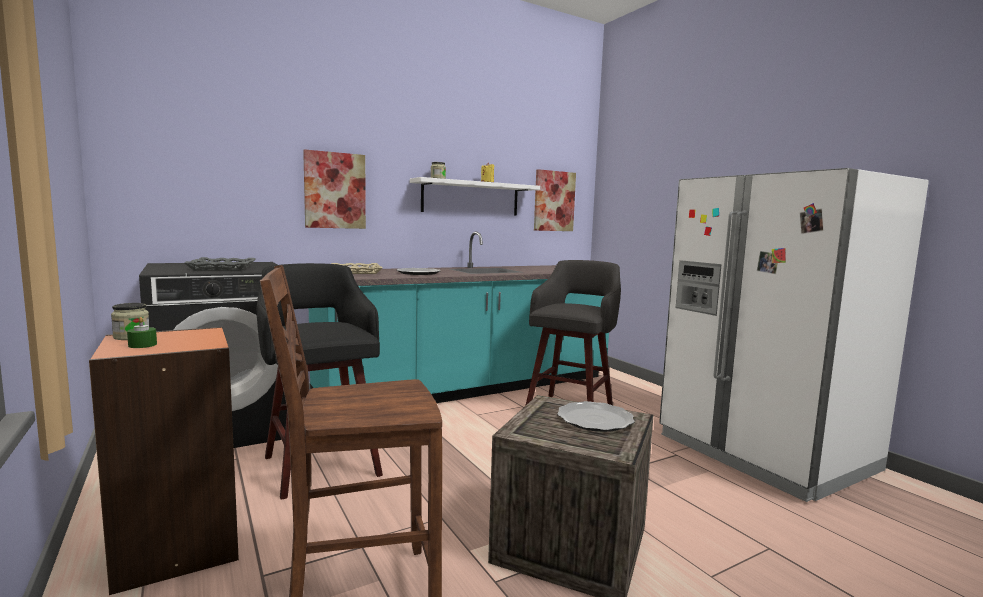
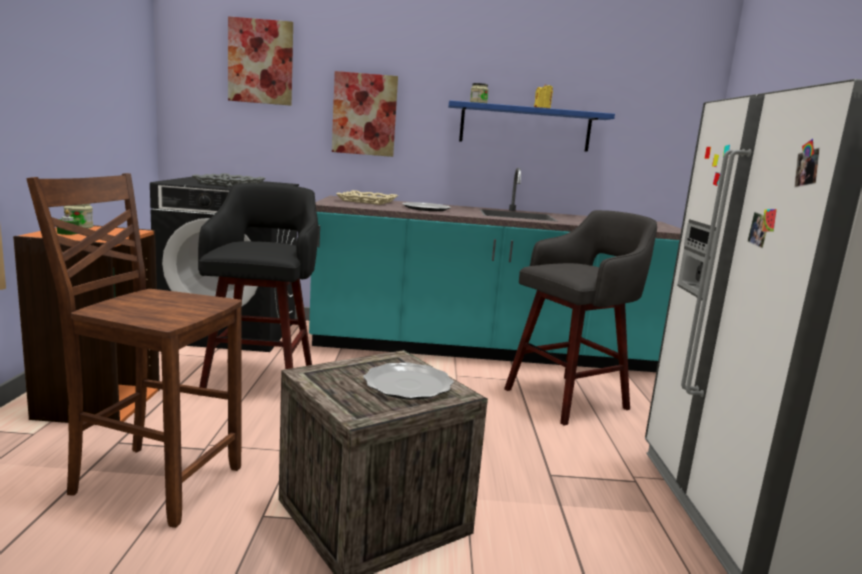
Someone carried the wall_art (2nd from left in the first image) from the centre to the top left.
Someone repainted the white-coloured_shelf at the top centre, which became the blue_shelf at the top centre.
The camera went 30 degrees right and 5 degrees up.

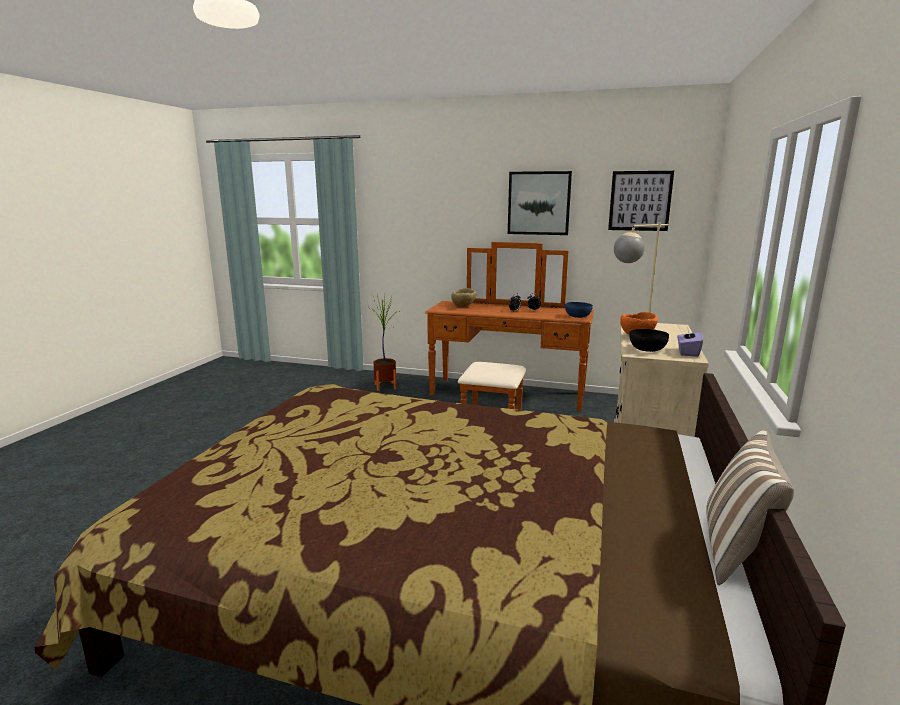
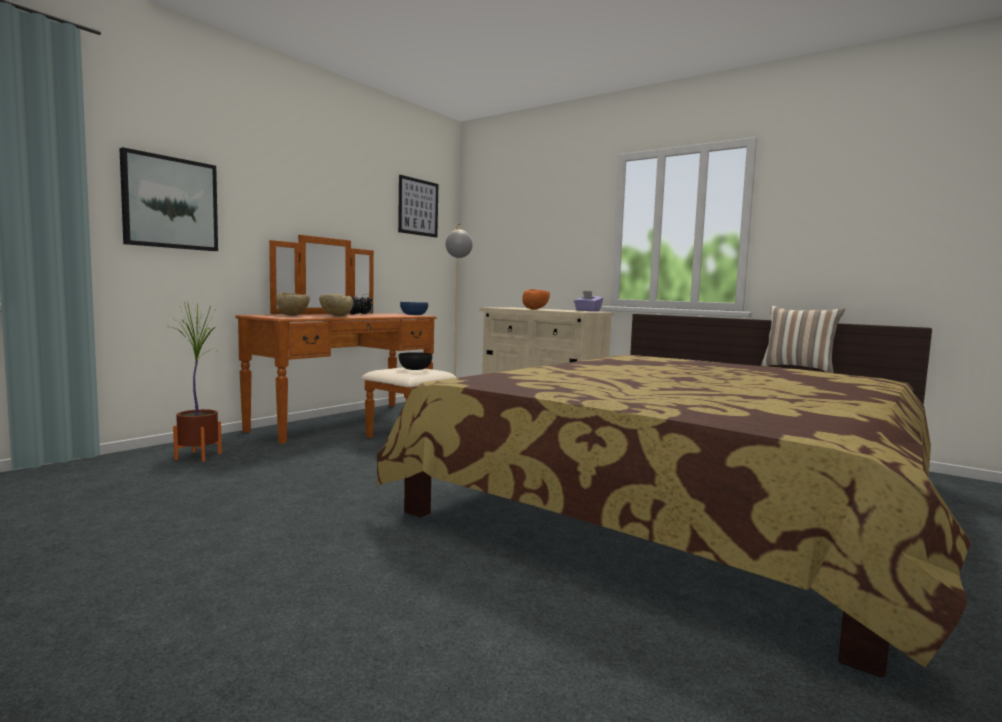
Someone put down the sand-coloured_bowl (2nd from left) at the centre.
Someone carried the wall_art (1st from left) from the top centre to the top left.
Someone carried the black_bowl from the middle right to the centre.
The camera went 70 degrees left and 10 degrees down.

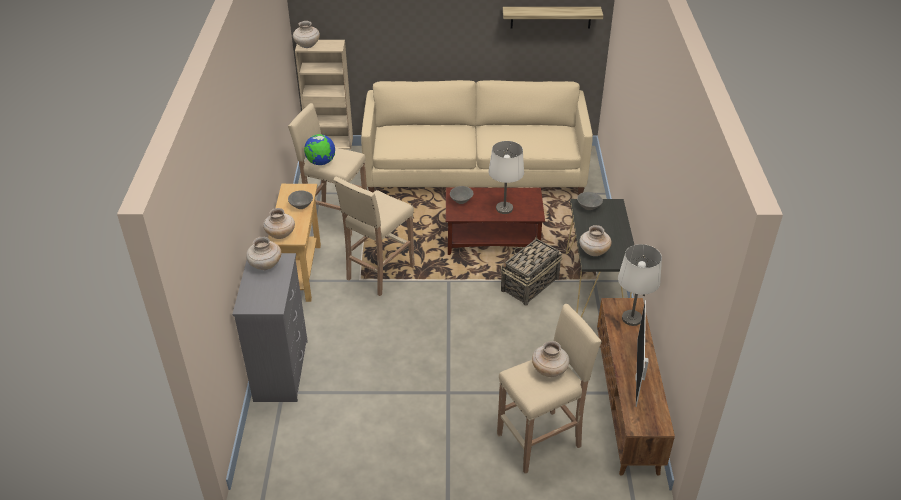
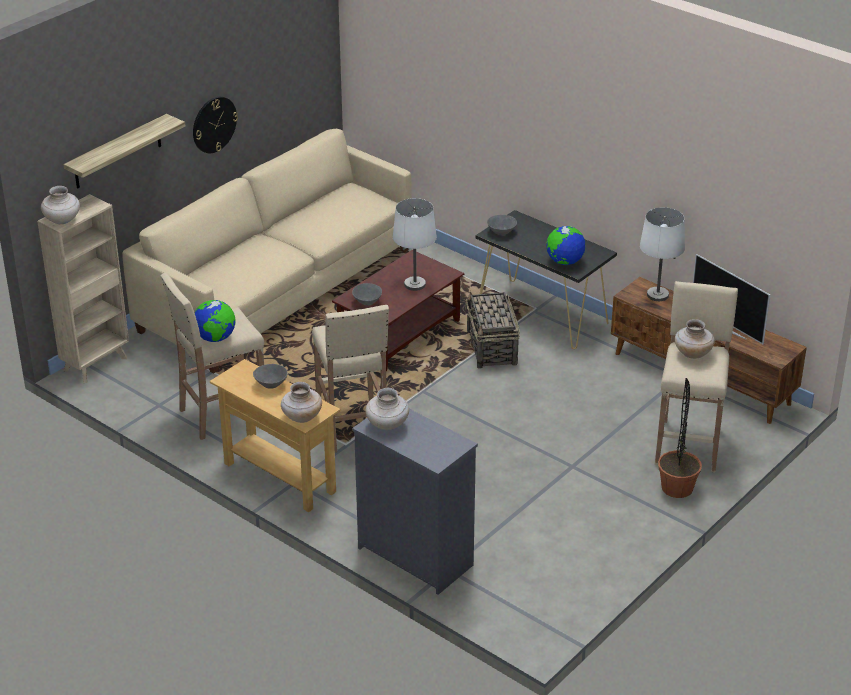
Someone put up the hanging_clock at the top left.
Someone put down the potted_plant at the middle right.
Someone carried the shelf from the top centre to the top left.
Someone swapped the sand-coloured_decorative_vase (5th from left) at the centre for the globe (2nd from left) at the centre.
The camera went 50 degrees left and 5 degrees down.

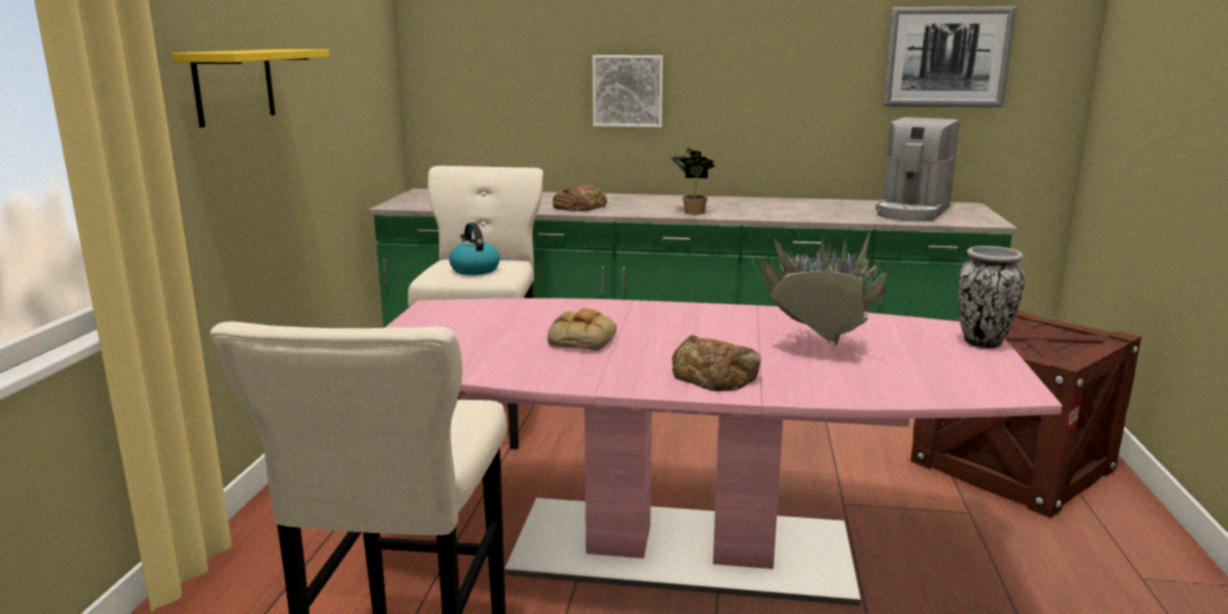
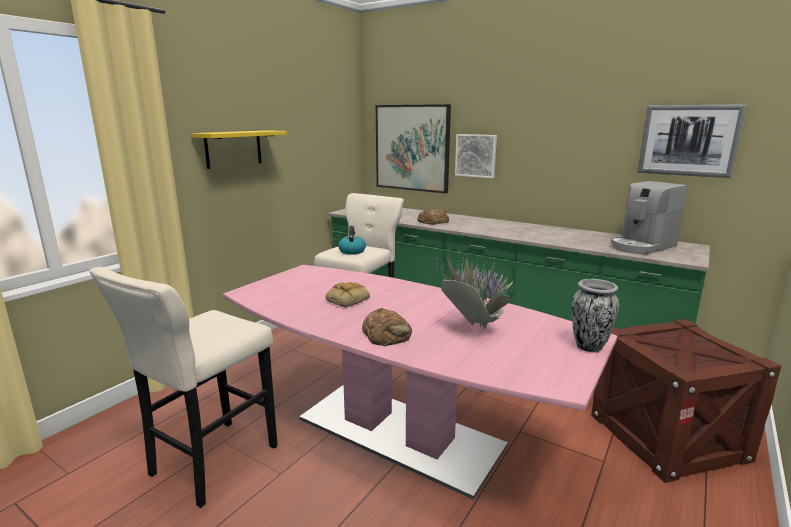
Someone took away the potted_plant (1st from left) at the top centre.
Someone put up the wall_art (1st from left) at the top centre.
The camera went 25 degrees right and 0 degrees up.

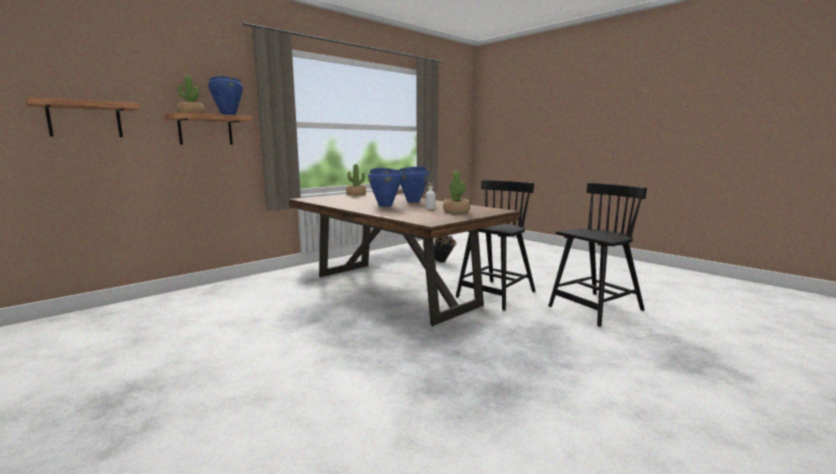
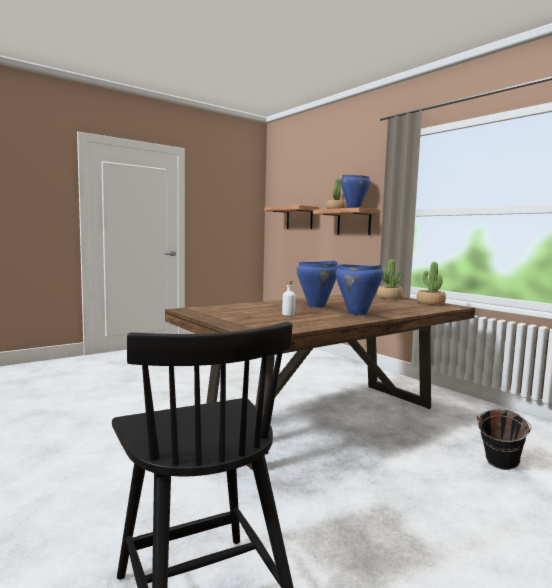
Someone took away the black_plain_chair (1st from left) at the centre.
Someone carried the potted_plant (3rd from left in the first image) from the centre to the middle right.
The camera went 95 degrees right and 5 degrees down.

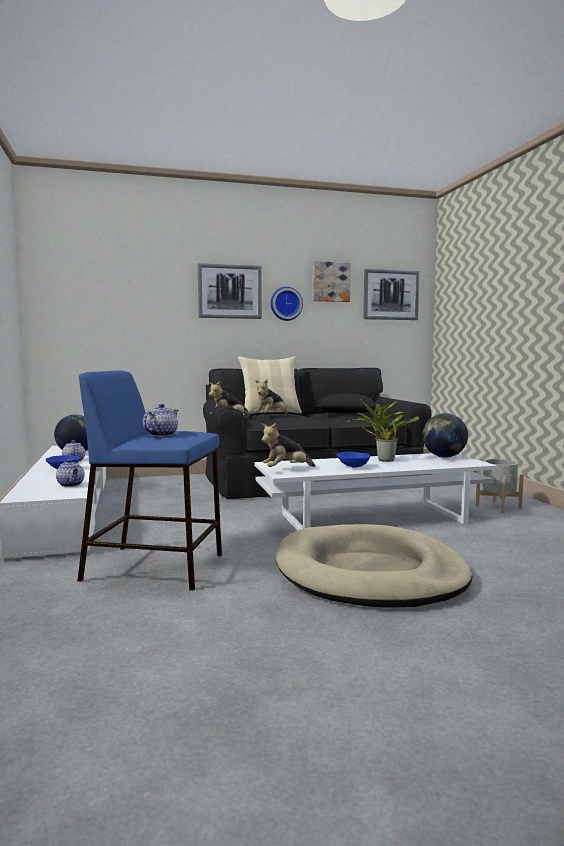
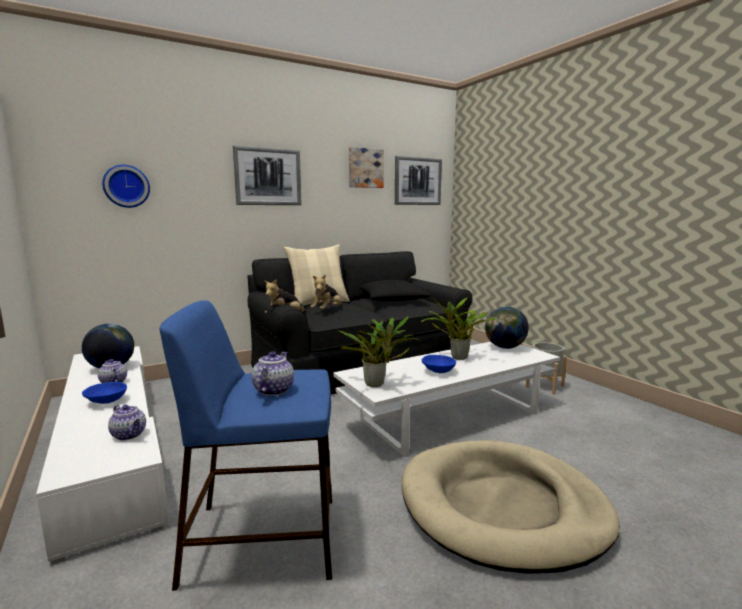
Someone carried the hanging_clock from the centre to the top left.
Someone swapped the soft_toy (3rd from left) at the centre for the potted_plant (1st from left) at the centre.
The camera went 15 degrees left and 5 degrees up.

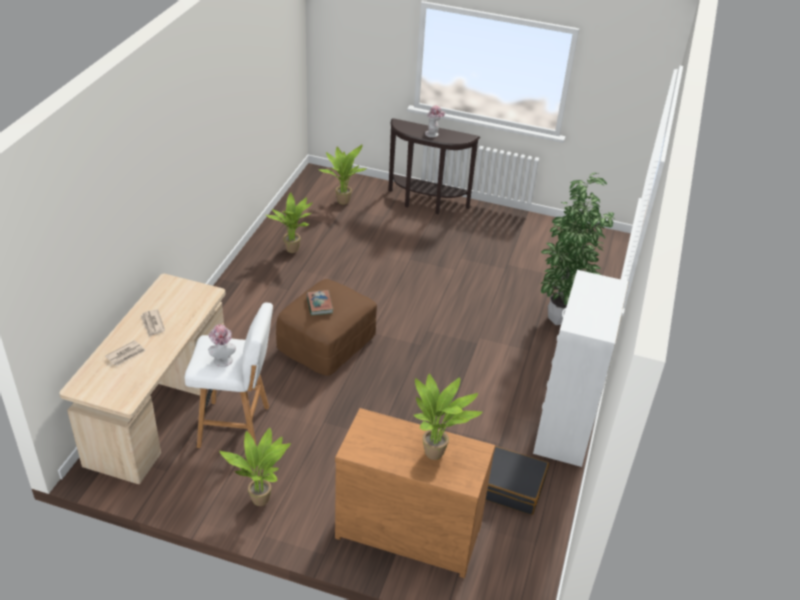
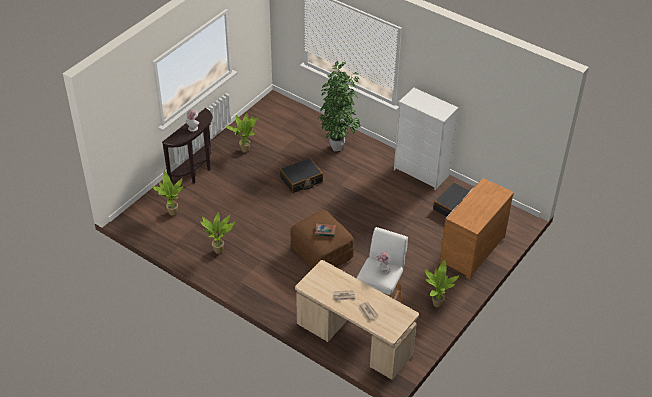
Someone put down the black_travel_case (1st from left) at the centre.
Someone carried the potted_plant (4th from left in the first image) from the bottom centre to the centre.
The camera went 70 degrees left and 5 degrees up.

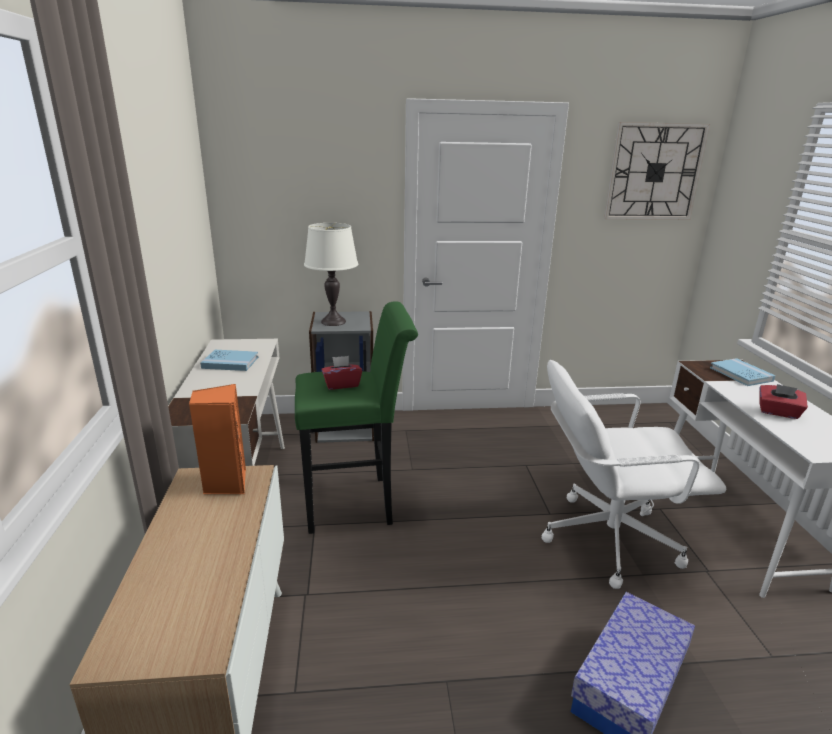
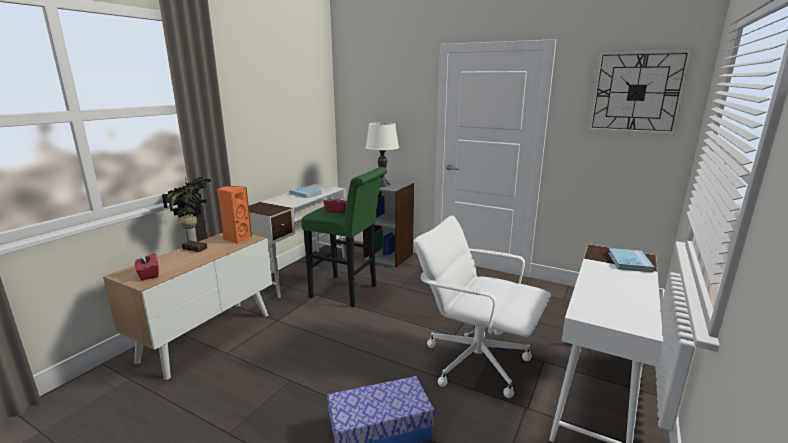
Someone put down the potted_plant at the middle left.
Someone carried the red_box_of_tissues (2nd from left in the first image) from the middle right to the middle left.
The camera went 35 degrees right and 5 degrees down.

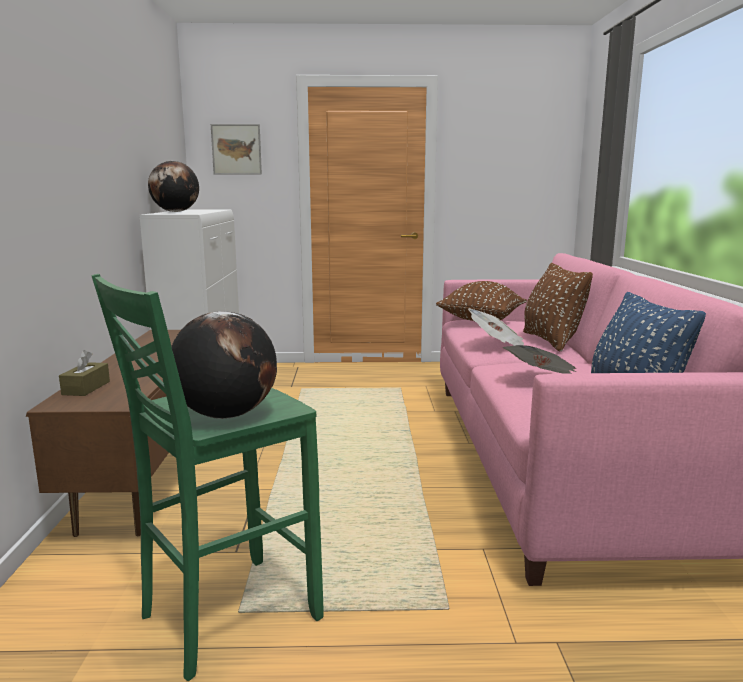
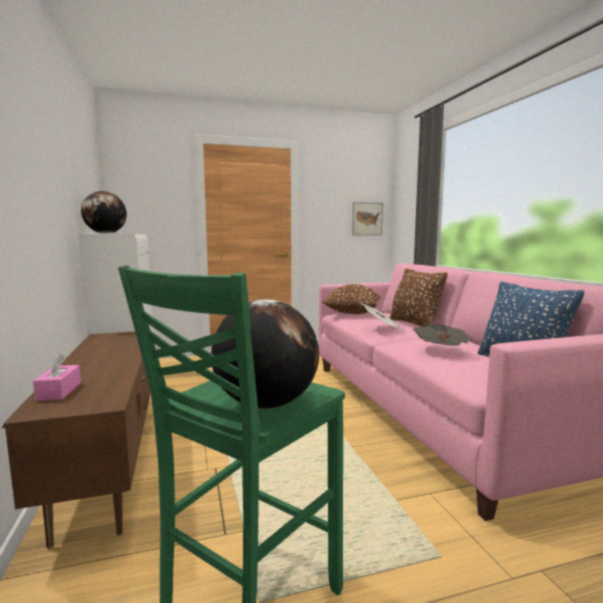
Someone carried the wall_art from the top left to the centre.
Someone repainted the brown-coloured_box_of_tissues at the middle left, which became the pinkish_box_of_tissues at the middle left.
The camera went 15 degrees left and 5 degrees down.

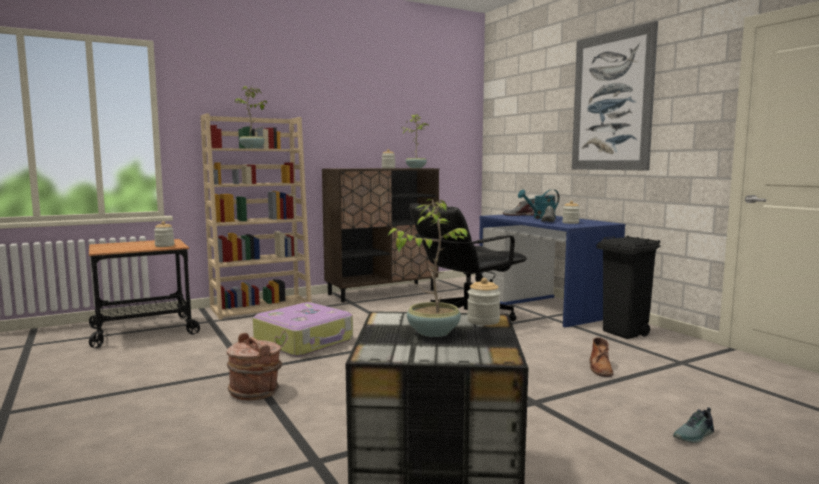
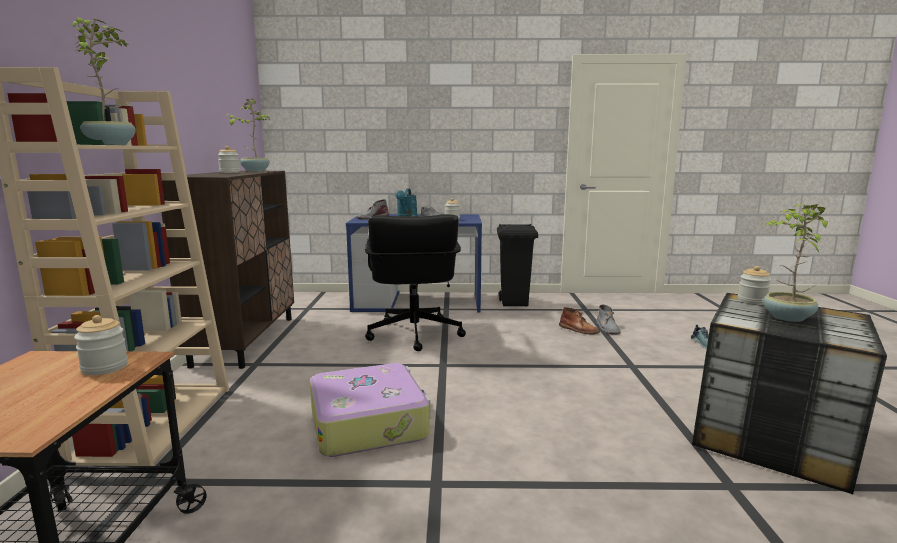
Someone took away the brown-coloured_pail at the bottom left.
Someone took away the wall_art at the top right.
Someone put down the grey_boot (2nd from left) at the middle right.
The camera went 60 degrees left and 5 degrees up.

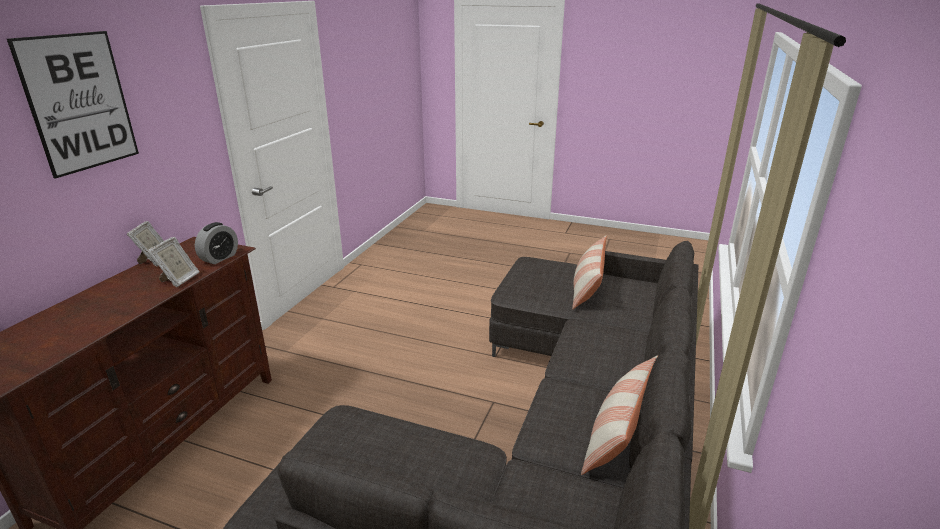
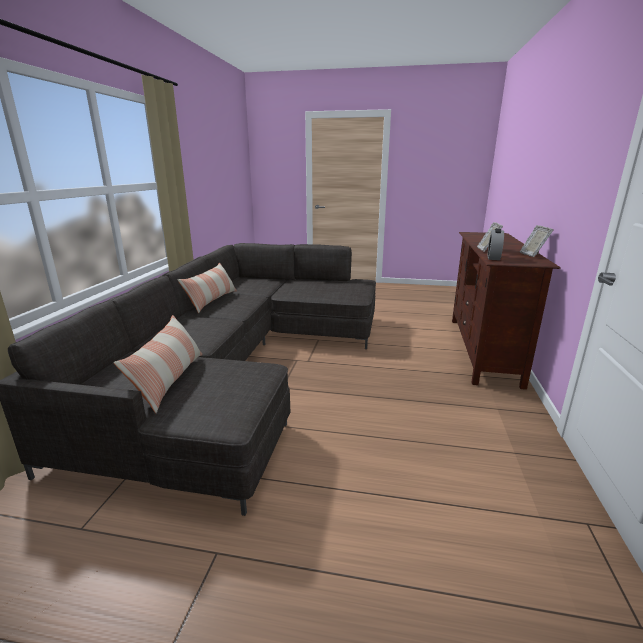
Someone took away the wall_art at the top left.
The camera went 170 degrees right and 5 degrees down.

